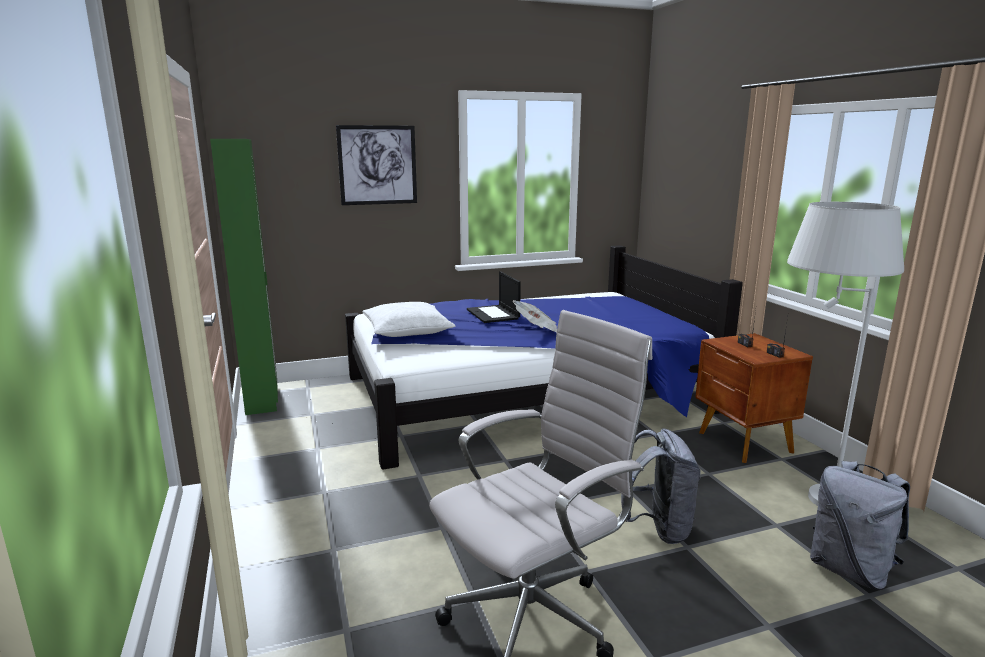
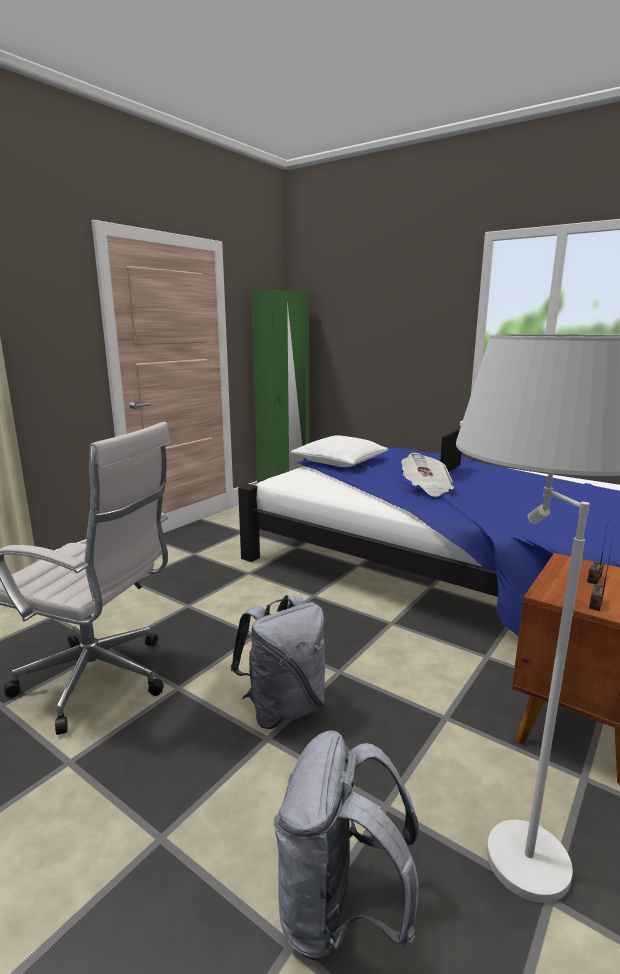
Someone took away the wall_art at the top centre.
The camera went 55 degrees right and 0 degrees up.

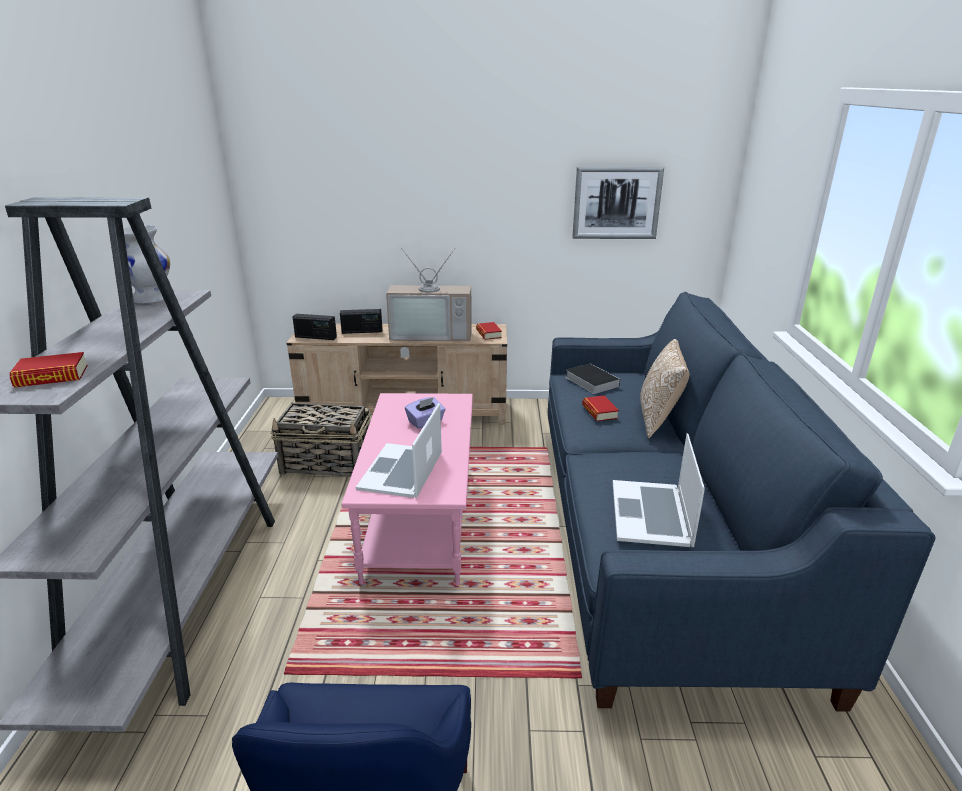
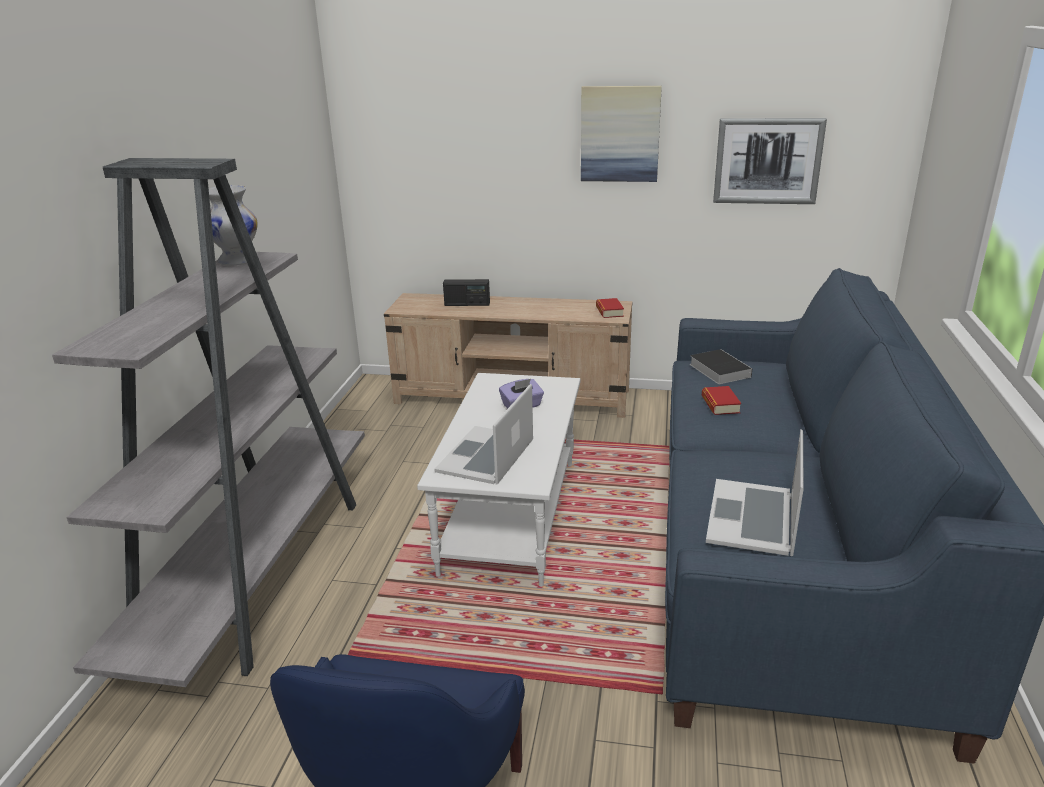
Someone took away the volume (1st from left) at the middle left.
Someone took away the storage_basket at the middle left.
Someone took away the radio (1st from left) at the middle left.
Someone took away the television at the centre.
Someone took away the cushion at the middle right.
Someone put up the wall_art (1st from left) at the top centre.
Someone repainted the pinkish_coffee_table at the centre, which became the white-coloured_coffee_table at the centre.
The camera went 10 degrees right and 0 degrees up.

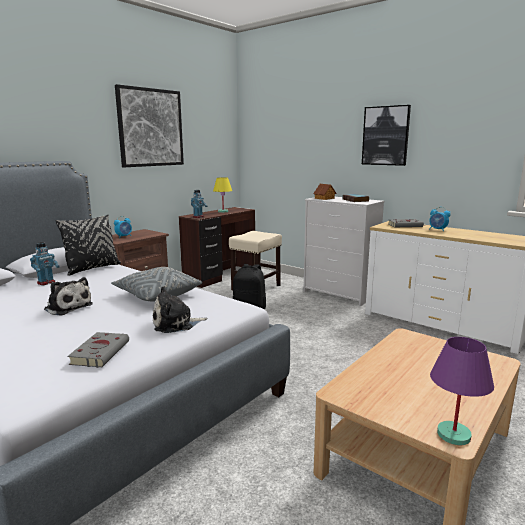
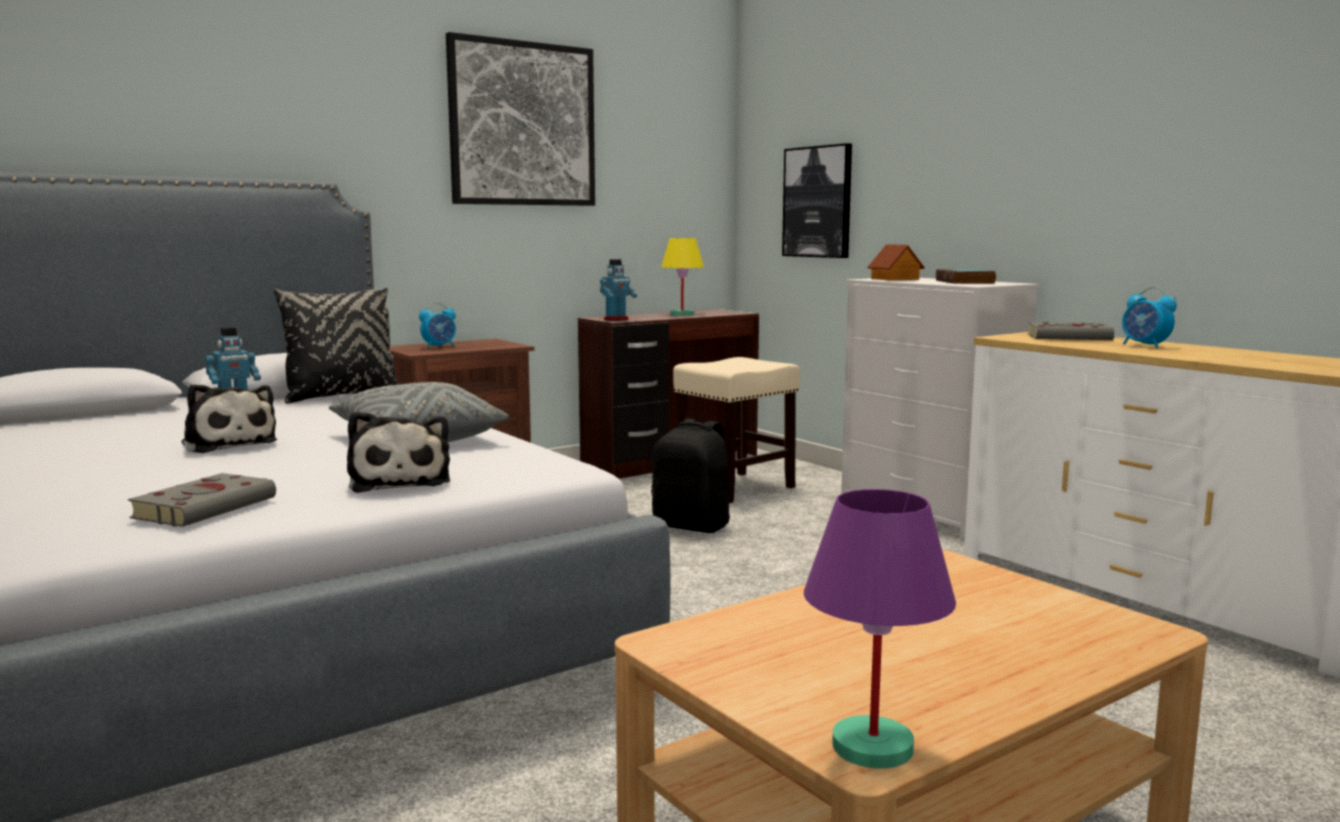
Someone carried the wall_art (2nd from left) from the top right to the top centre.
Someone rotated the soft_toy (2nd from left) at the centre by 105 degrees counterclockwise.
The camera went 15 degrees right and 5 degrees down.

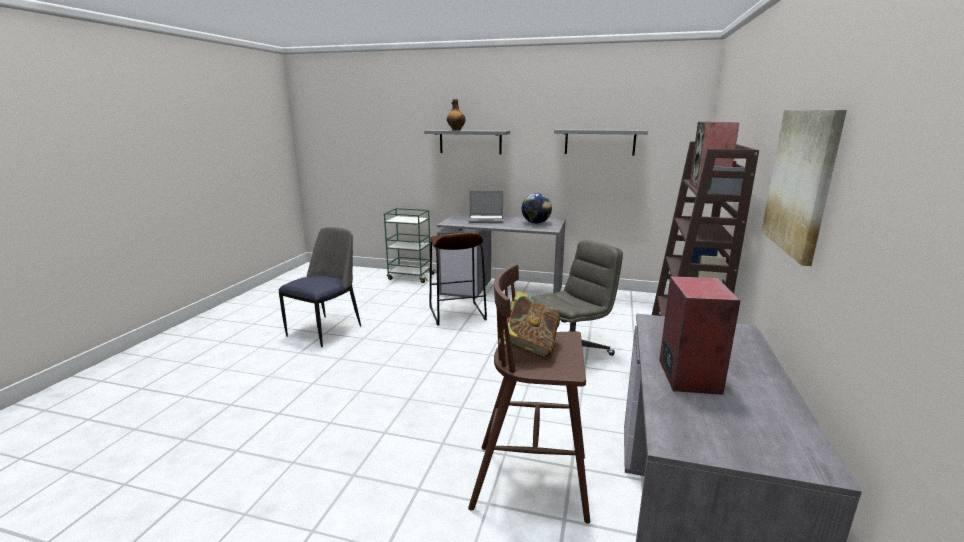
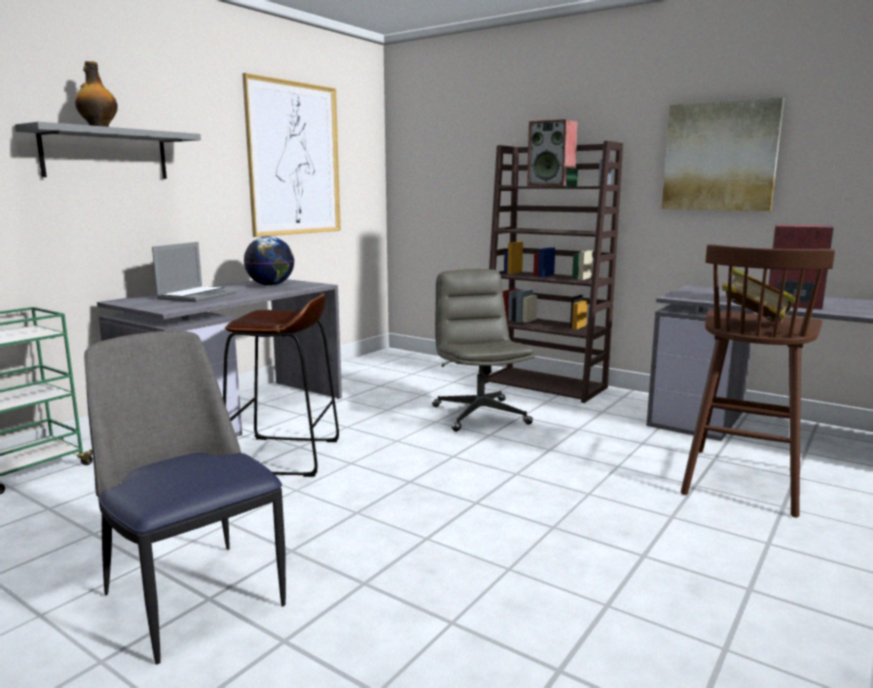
Someone swapped the grey_shelf (2nd from left) at the top centre for the wall_art (1st from left) at the top centre.
The camera went 70 degrees left and 5 degrees down.

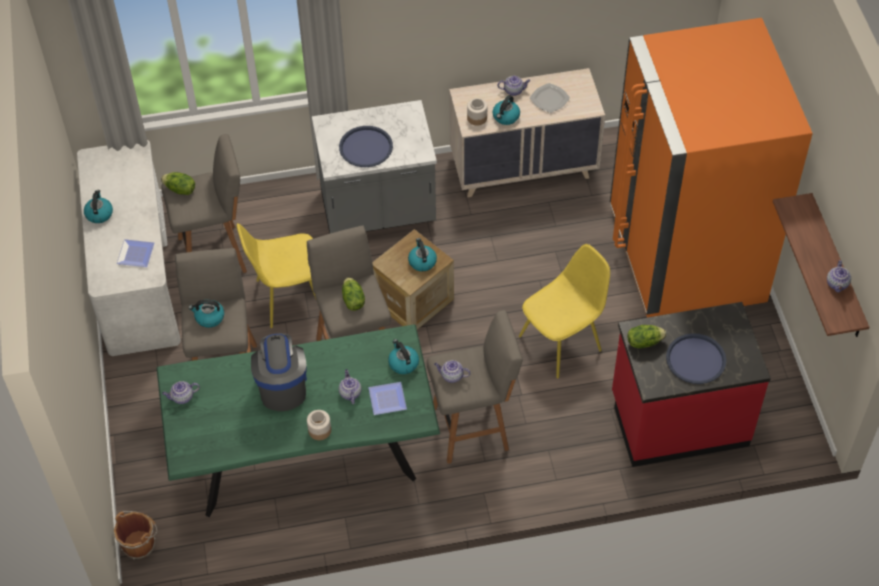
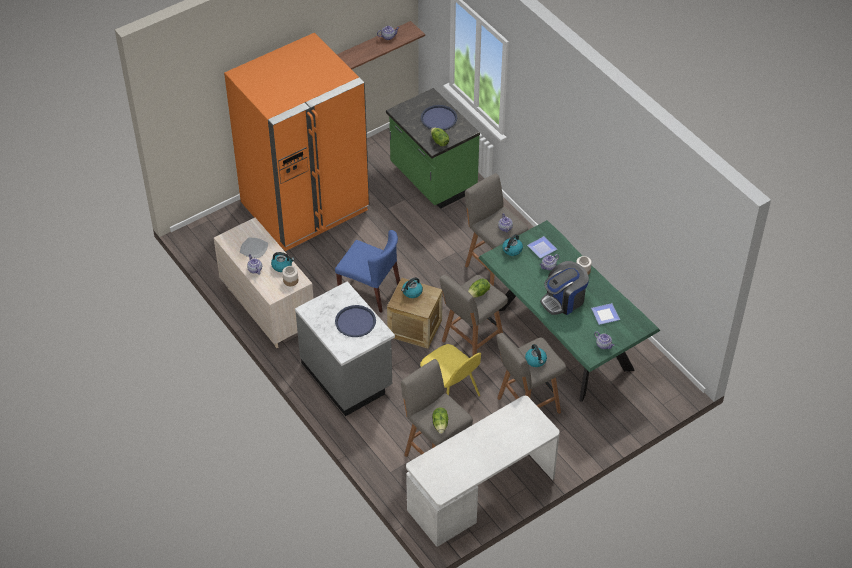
Someone took away the kettle (1st from left) at the middle left.
Someone took away the brown-coloured_pail at the bottom left.
Someone took away the yellow_plain_chair (2nd from left) at the centre.
Someone put down the blue_plain_chair at the centre.
Someone carried the dinner_plate (1st from left in the first image) from the middle left to the middle right.
Someone repainted the red_kitchen_base_unit at the middle right, which became the green-coloured_kitchen_base_unit at the top centre.
The camera went 115 degrees left and 5 degrees down.

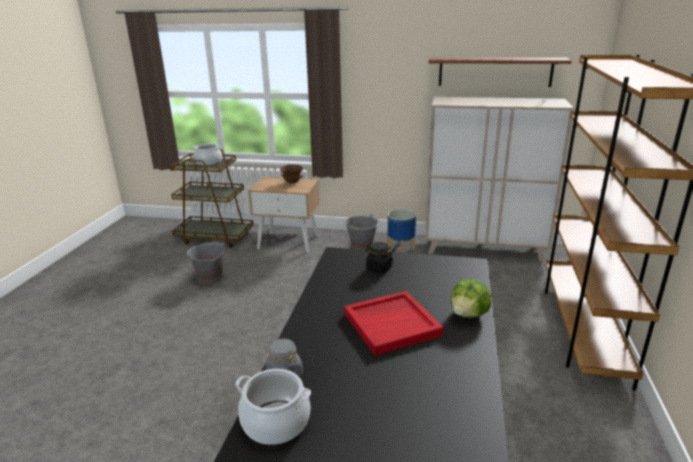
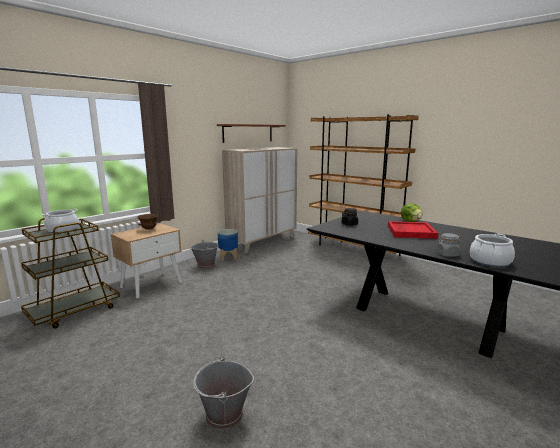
Someone carried the grey_pail (1st from left in the first image) from the middle left to the bottom centre.
The camera went 60 degrees left and 10 degrees down.

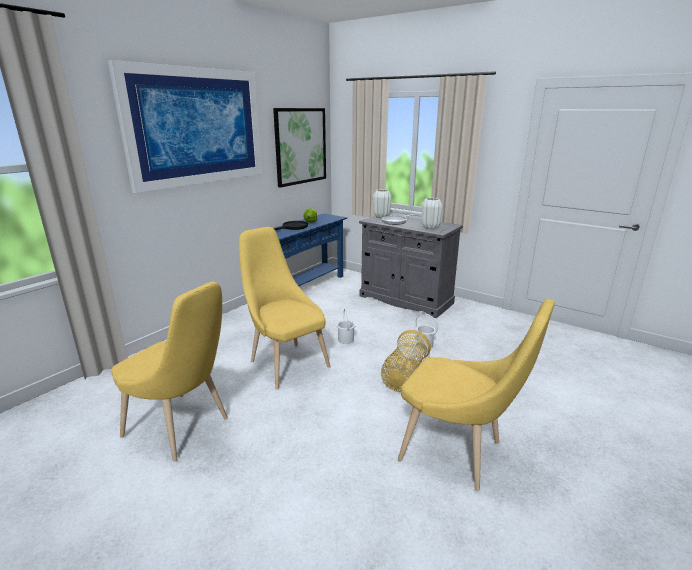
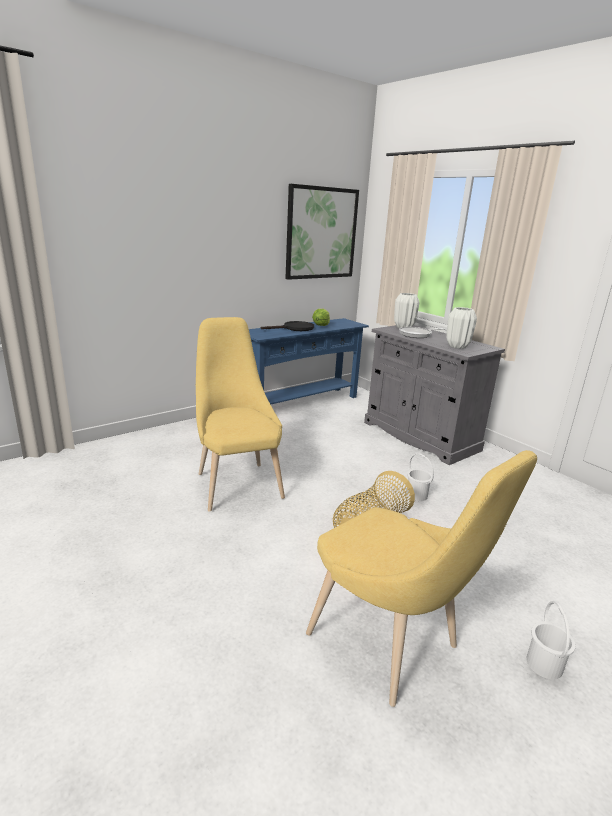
Someone took away the wall_art (1st from left) at the top left.
Someone took away the yellow_plain_chair (1st from left) at the middle left.
Someone carried the white-coloured_pail (1st from left in the first image) from the centre to the bottom right.
The camera went 15 degrees right and 0 degrees up.

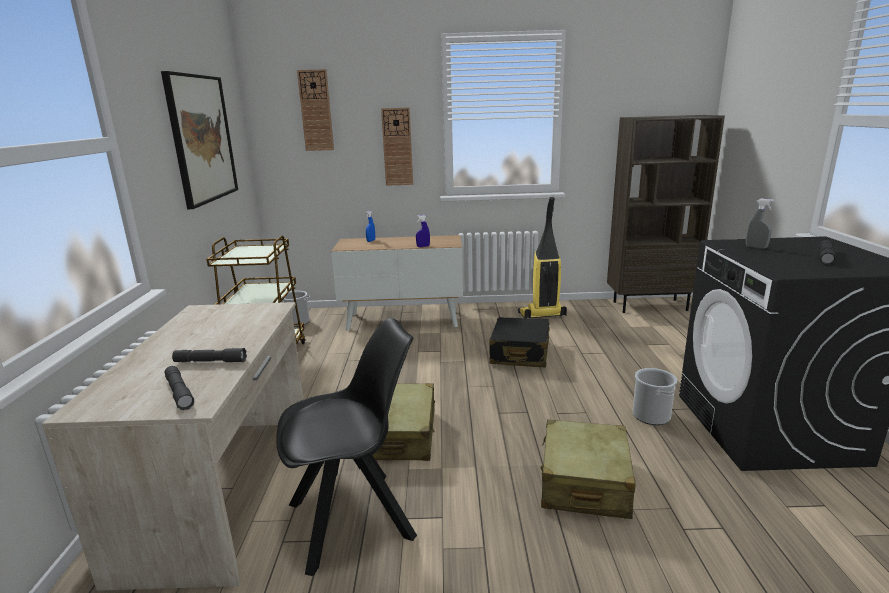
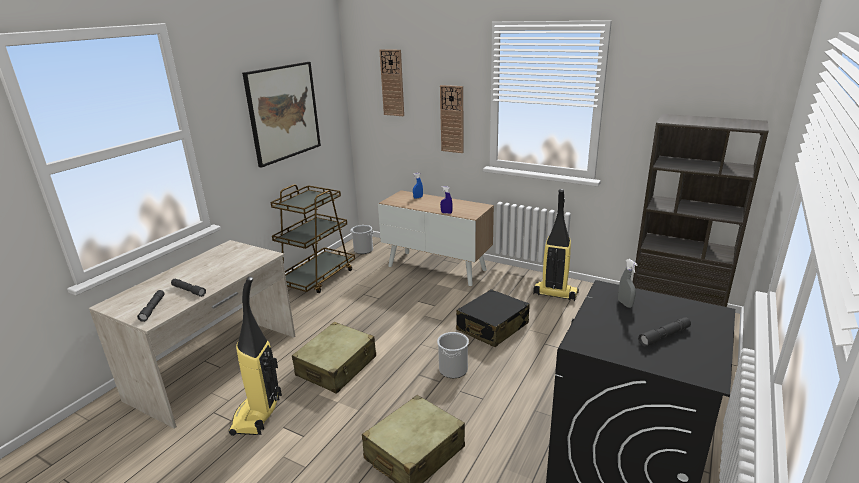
Someone carried the pail (2nd from left) from the bottom right to the bottom centre.
Someone swapped the black_plain_chair at the bottom centre for the hoover (1st from left) at the bottom left.
The camera went 30 degrees right and 5 degrees up.

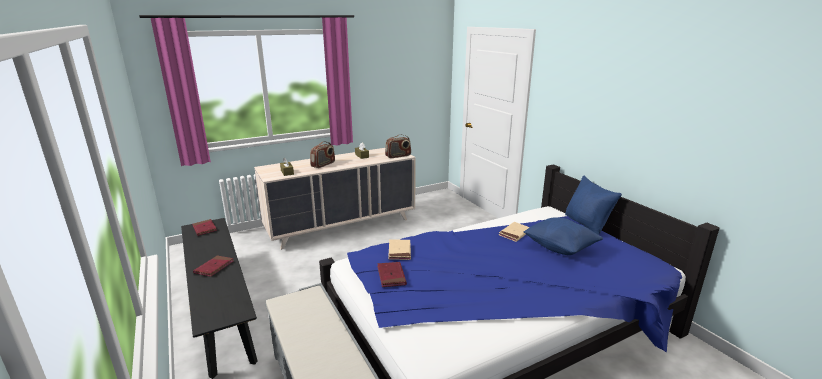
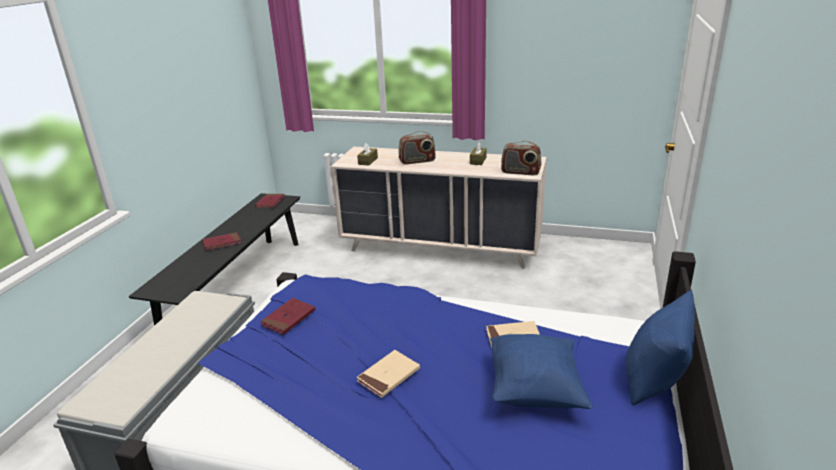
Someone carried the sand-coloured_volume (1st from left) from the centre to the bottom centre.
The camera went 45 degrees right and 5 degrees up.

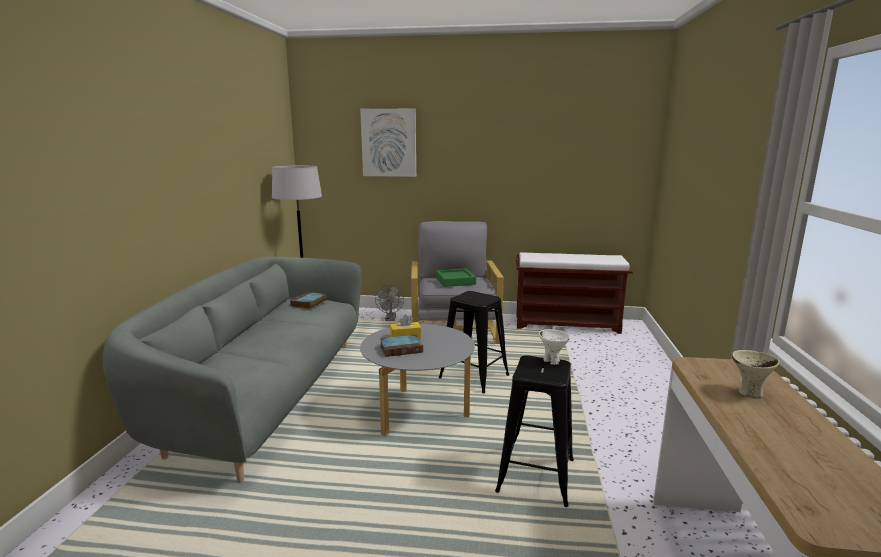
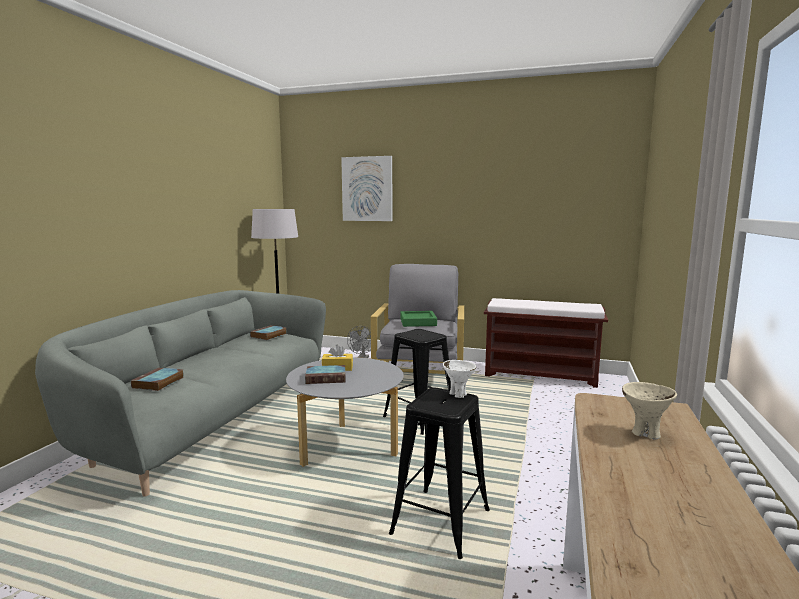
Someone put down the volume (1st from left) at the middle left.
The camera went 10 degrees right and 5 degrees down.

